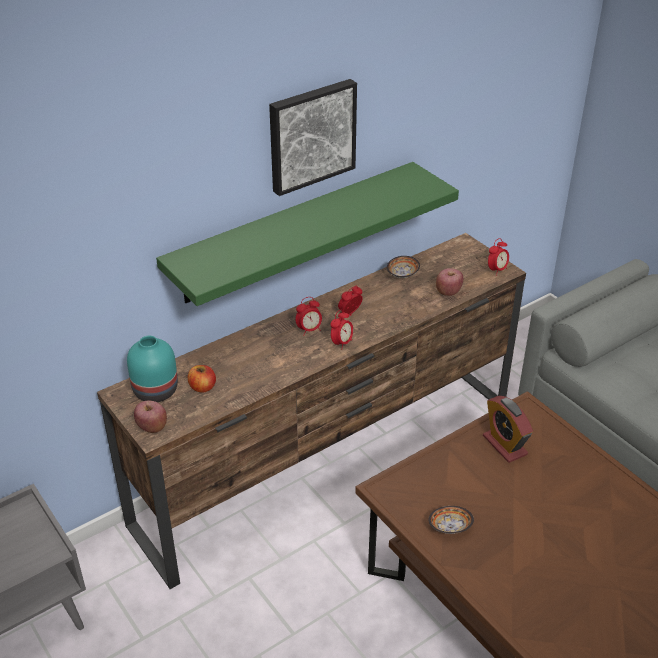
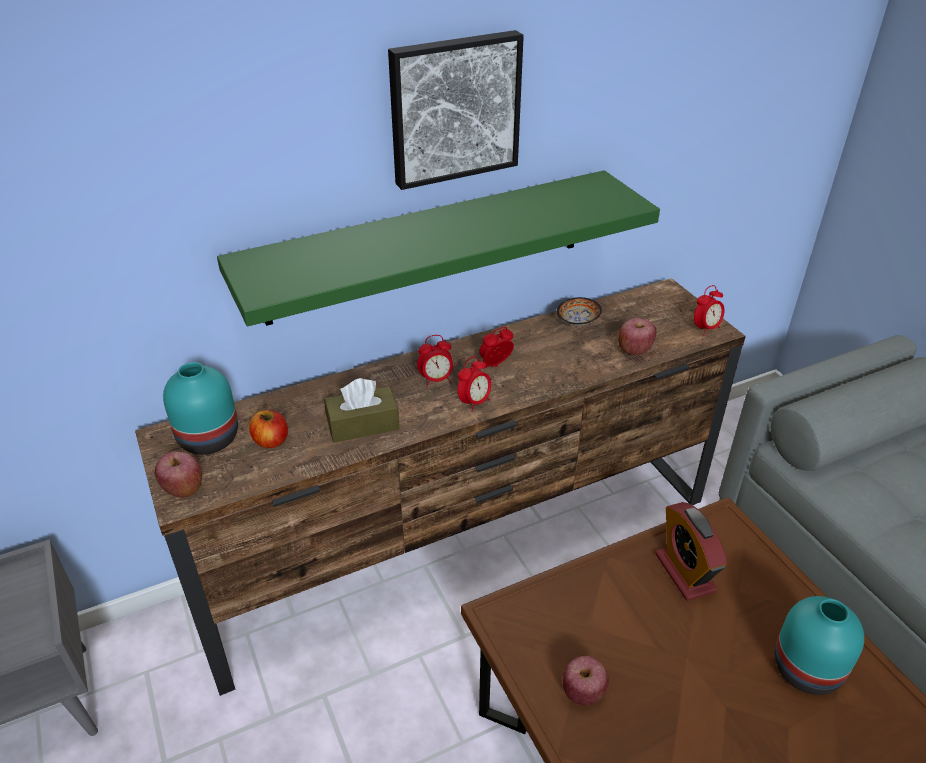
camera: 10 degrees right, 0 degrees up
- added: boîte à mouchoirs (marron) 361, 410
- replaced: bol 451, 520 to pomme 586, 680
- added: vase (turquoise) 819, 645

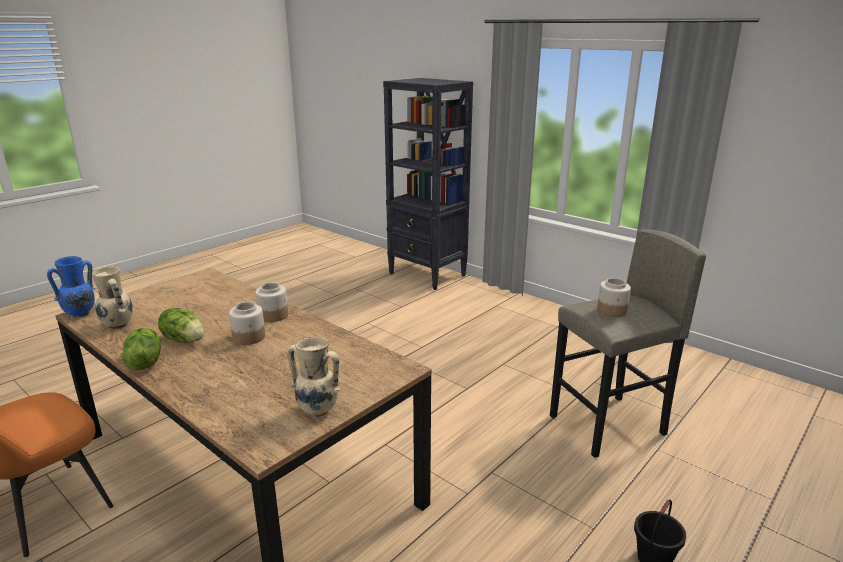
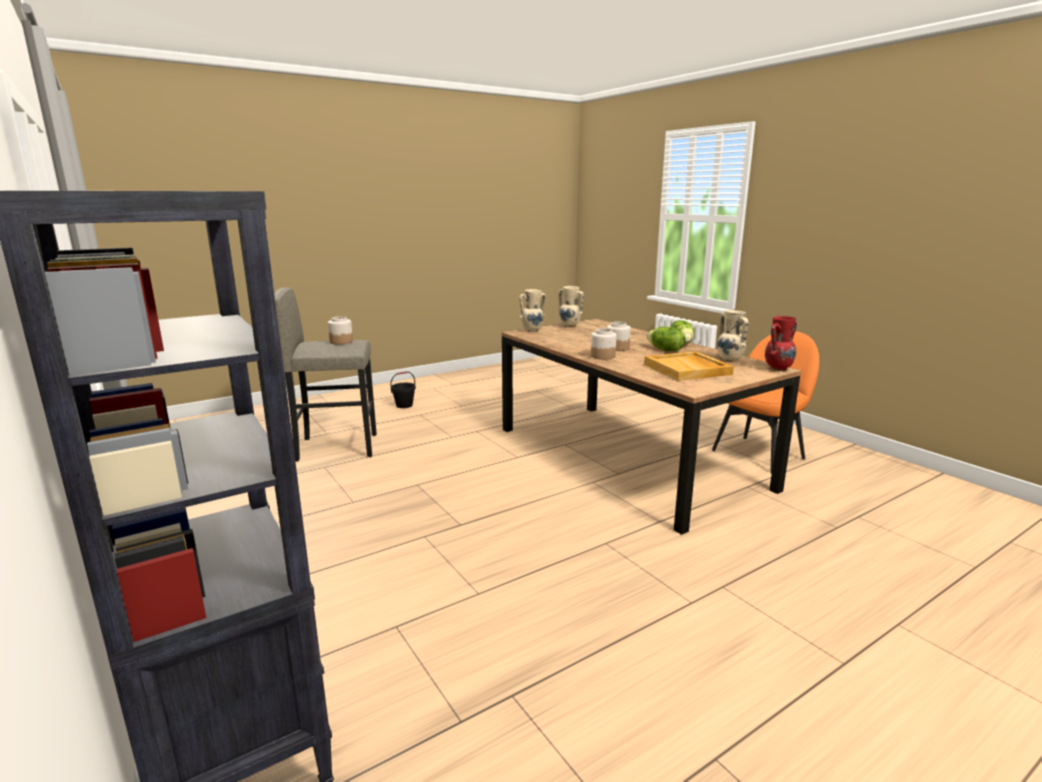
camera: 165 degrees left, 5 degrees down
- added: vase (beige) 532, 310
- added: plateau (beige) 689, 366
- recoloured: vase (bleu) 71, 286 to vase (rouge) 781, 343

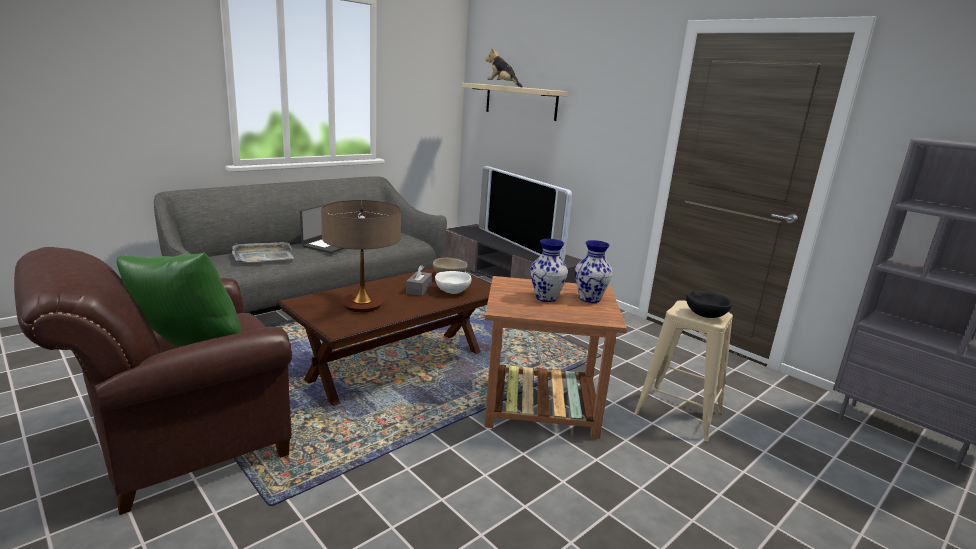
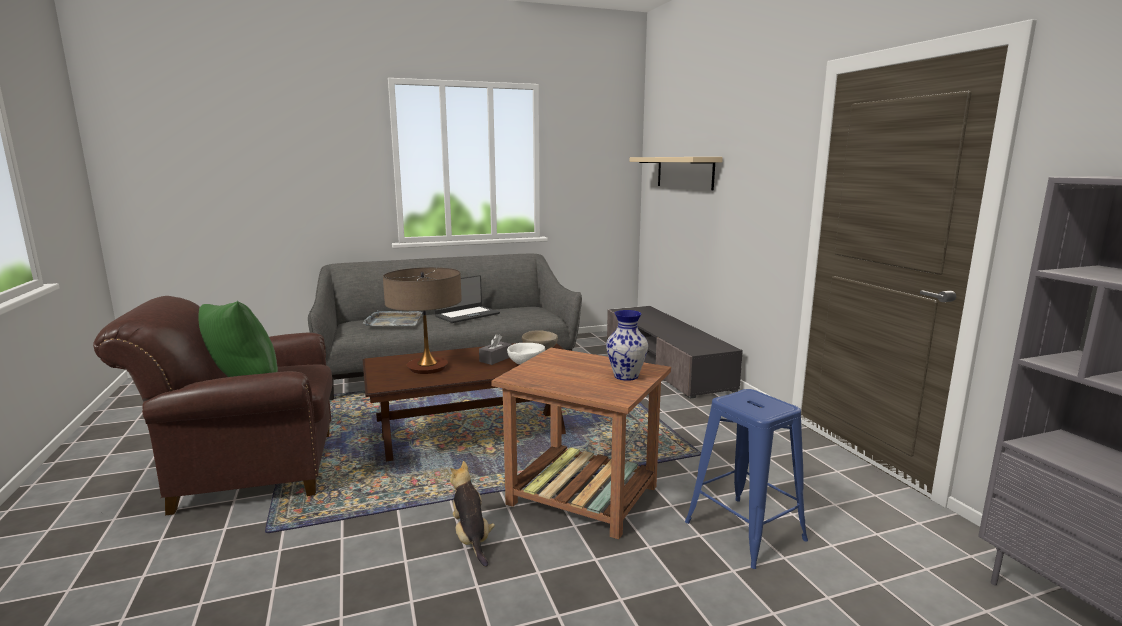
camera: 25 degrees right, 5 degrees down
- moved: peluche 504, 67 to 472, 514
- recoloured: tabouret (beige) 683, 371 to tabouret (bleu) 746, 479
- removed: téléviseur 525, 214
- removed: vase 549, 270
- removed: bol (noir) 709, 304

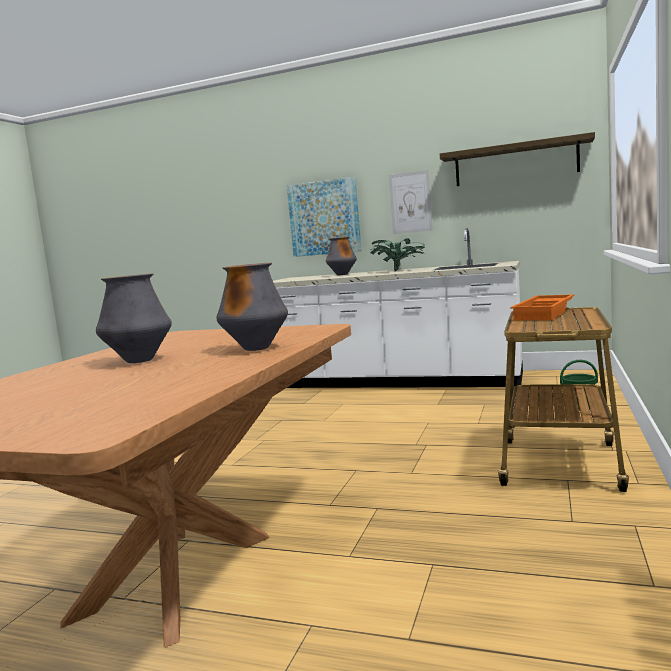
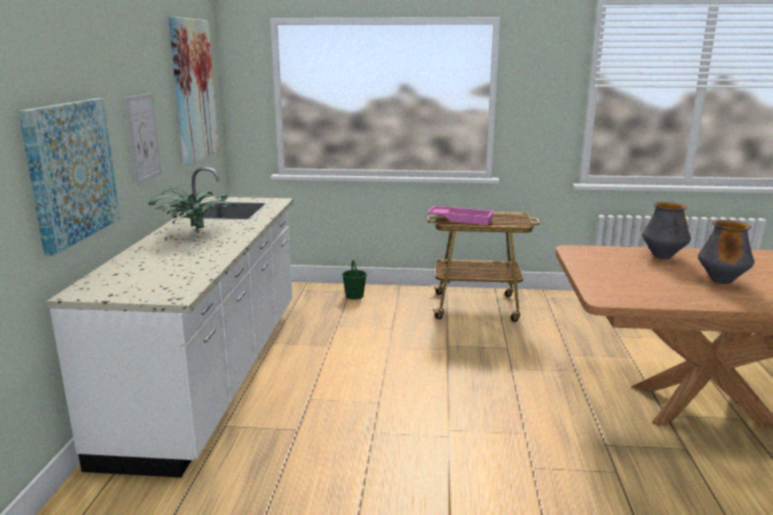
camera: 105 degrees left, 10 degrees up
- replaced: étagère 517, 159 to tableau 193, 91
- recoloured: plateau (orange) 542, 307 to plateau (rose) 460, 215
- removed: vase 341, 256

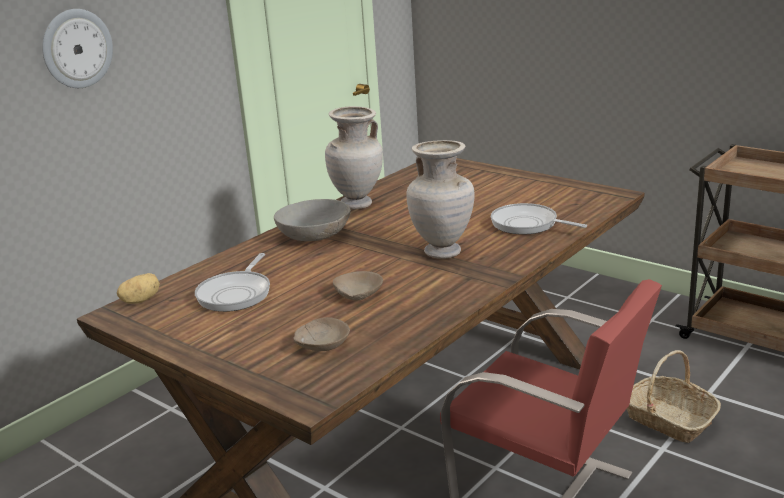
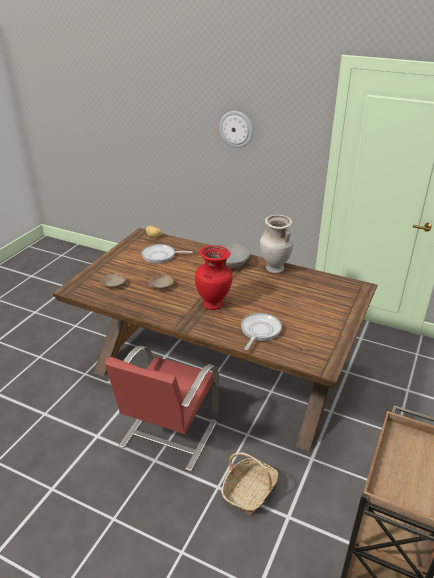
camera: 75 degrees right, 10 degrees up
- recoloured: vase (beige) 440, 199 to vase (rouge) 213, 277

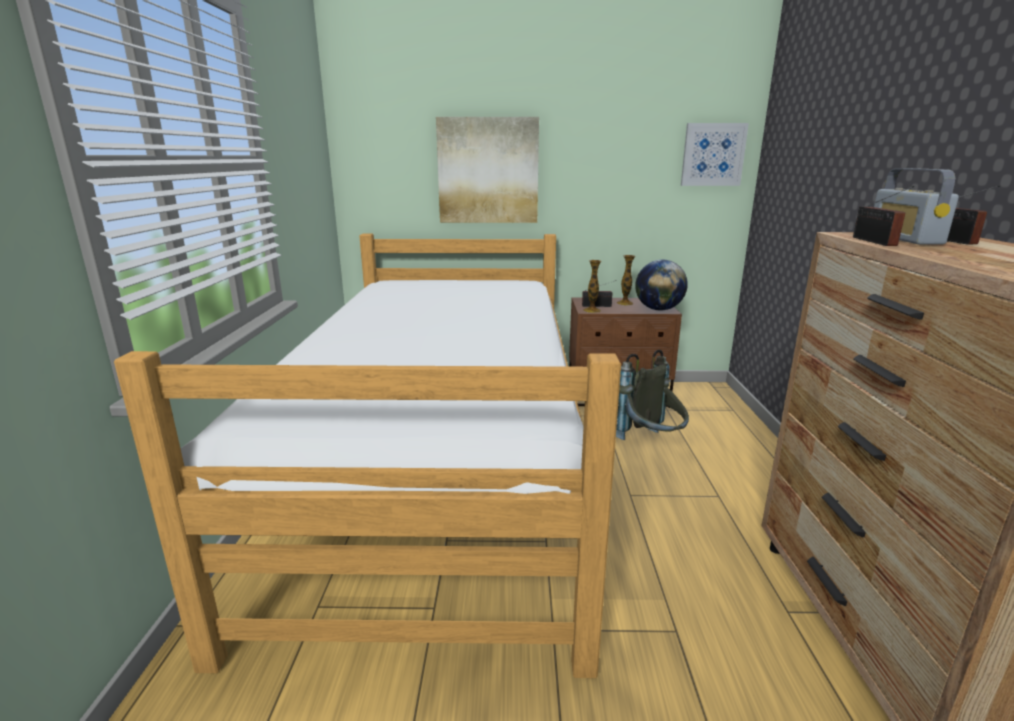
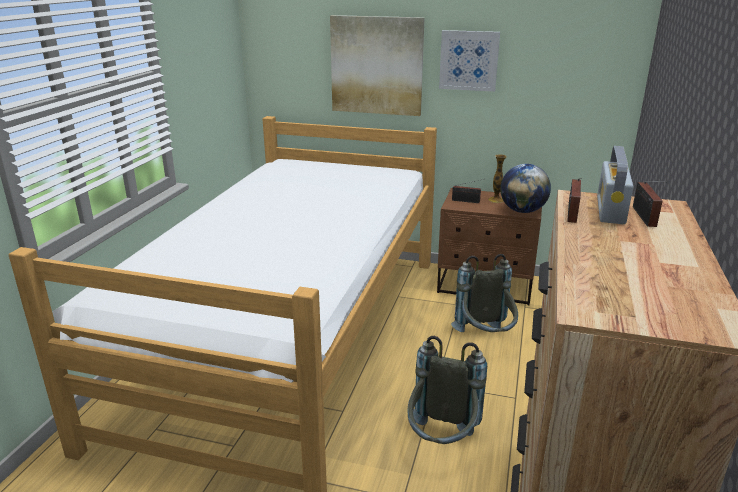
camera: 15 degrees right, 5 degrees up
- added: sac à dos (gris) 447, 390
- moved: tableau 715, 154 to 469, 61
- removed: vase 593, 286

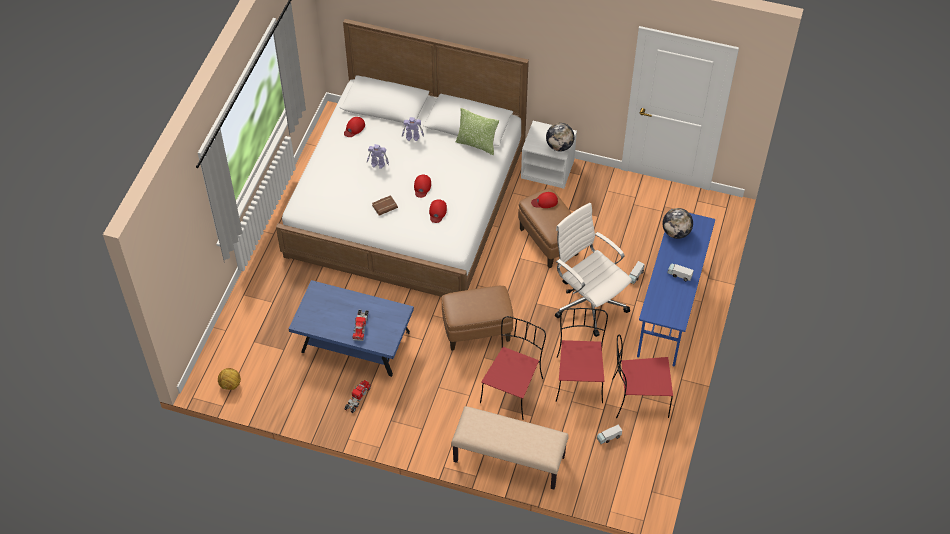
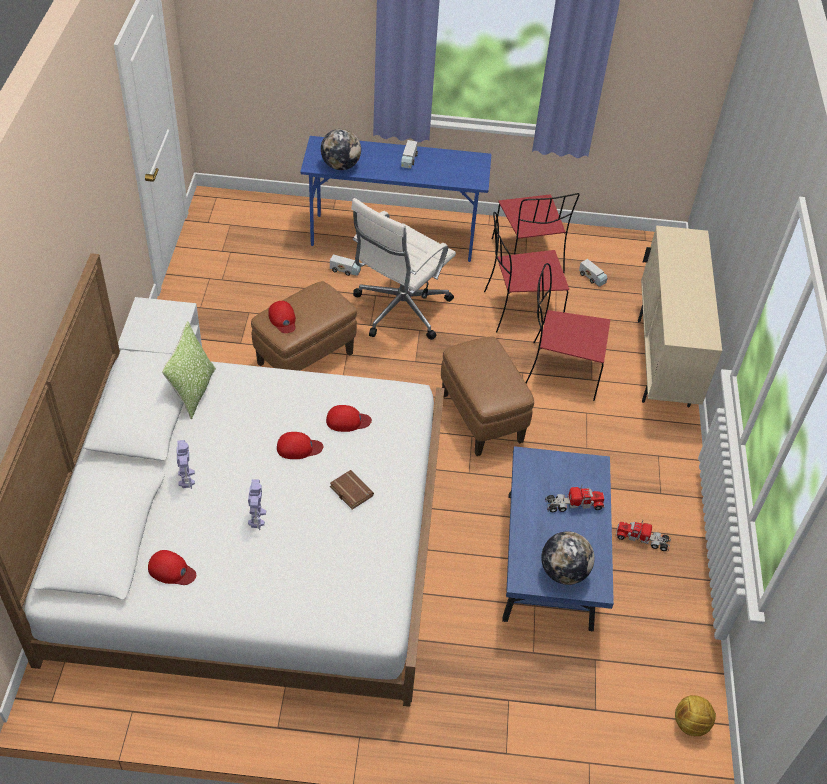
camera: 105 degrees left, 5 degrees down
- moved: globe 560, 137 to 567, 558
- replaced: banc (beige) 510, 447 to meuble de rangement (beige) 680, 316

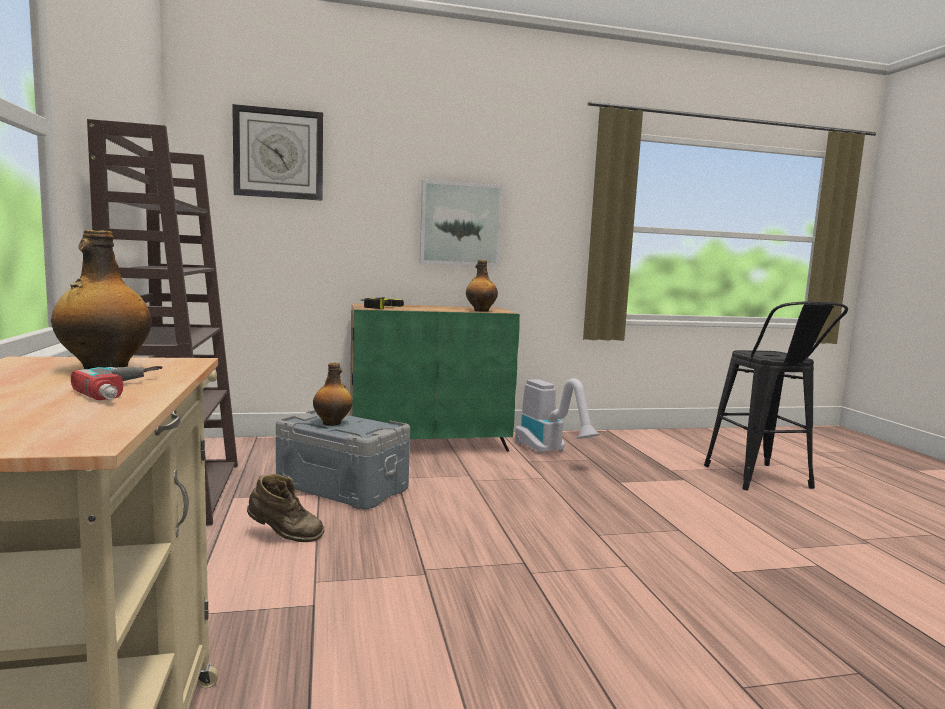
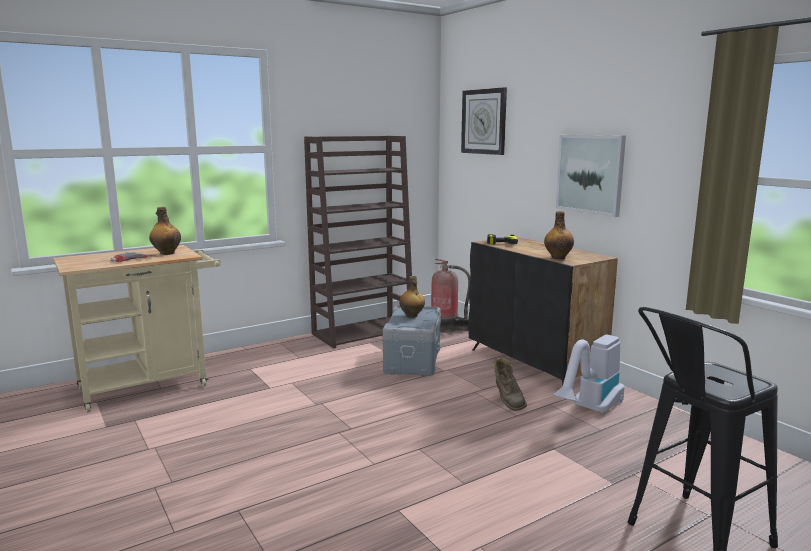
camera: 70 degrees right, 5 degrees up
- added: extincteur 451, 295
- recoloured: meuble de rangement (vert) 435, 378 to meuble de rangement (noir) 543, 311
- moved: botte (marron) 285, 508 to 510, 384

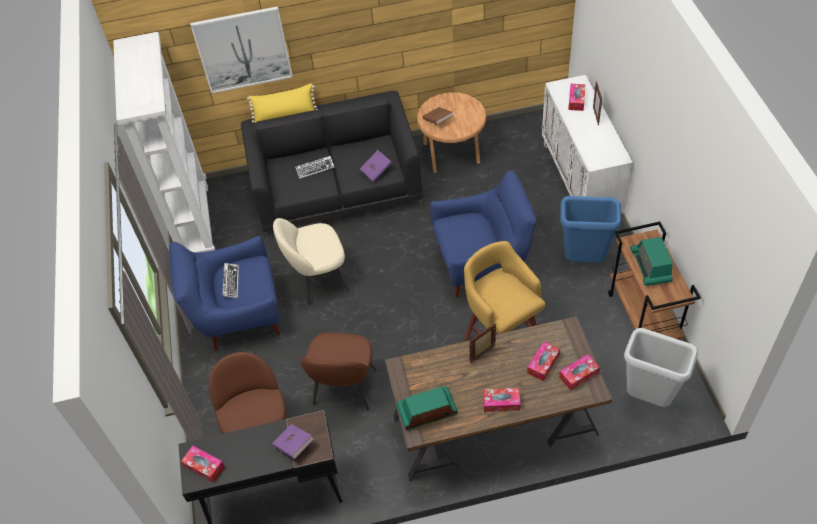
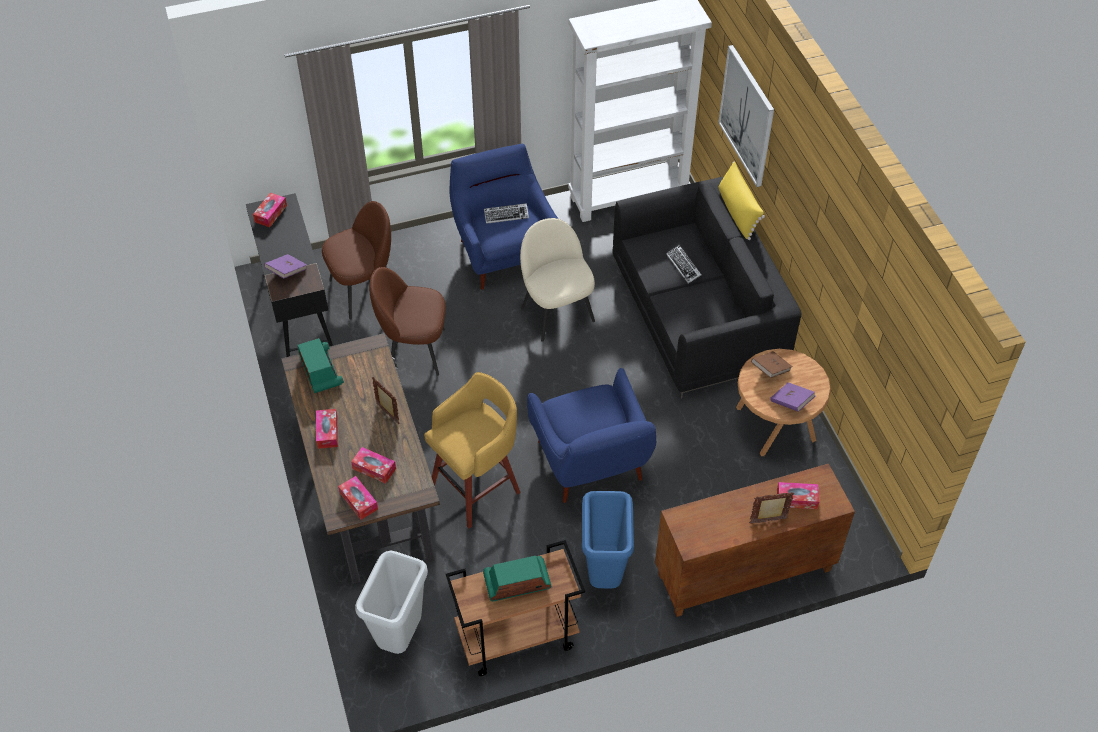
camera: 80 degrees right, 0 degrees up
- recoloured: meuble de rangement (blanc) 587, 144 to meuble de rangement (marron) 755, 540
- moved: livre (violet) 376, 166 to 793, 397

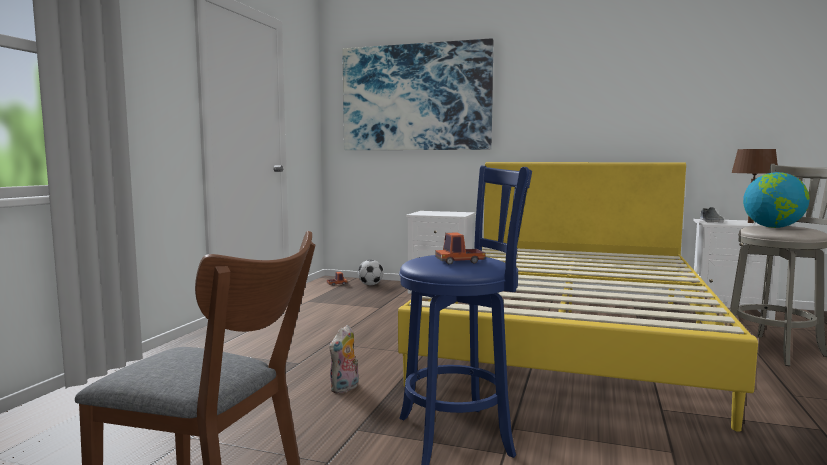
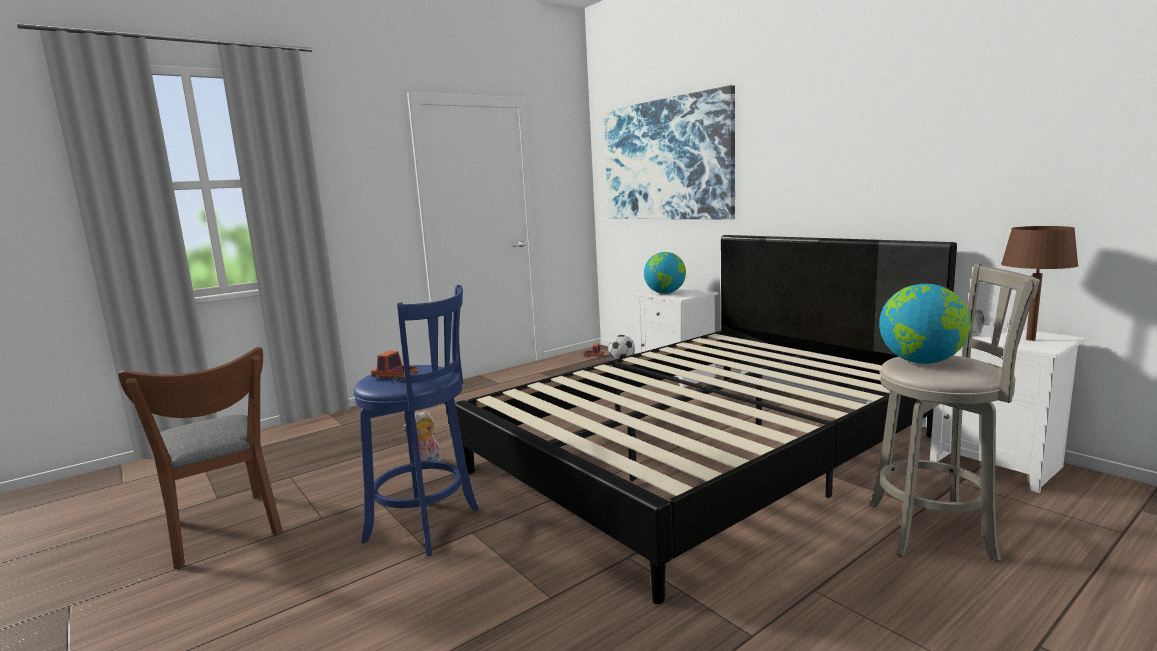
camera: 35 degrees right, 5 degrees up
- recoloured: lit (jaune) 578, 297 to lit (noir) 706, 419
- added: globe 665, 273

